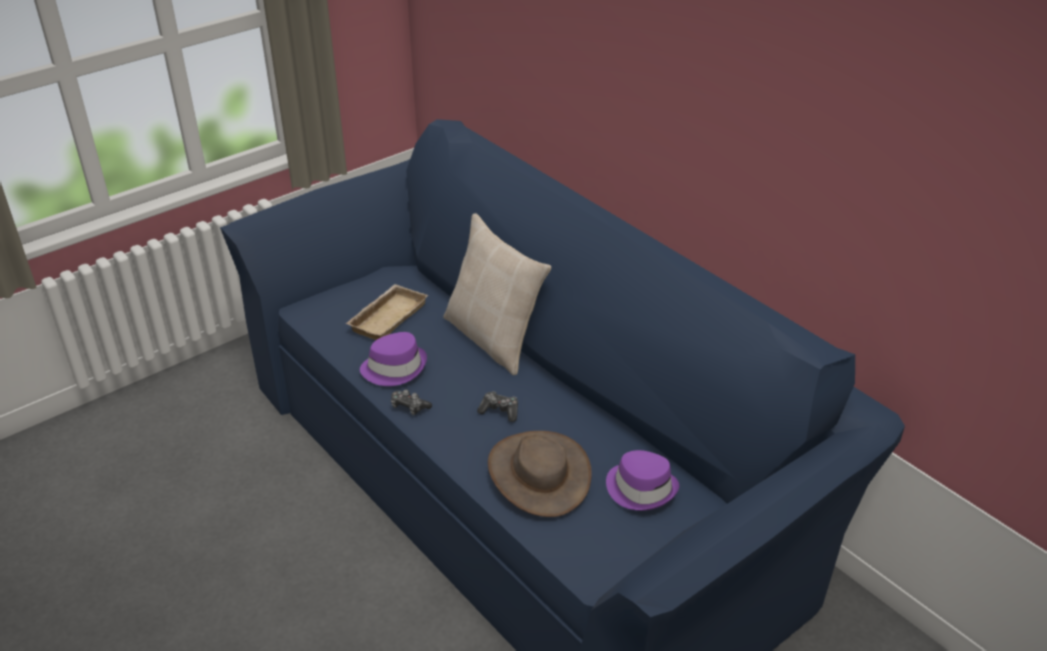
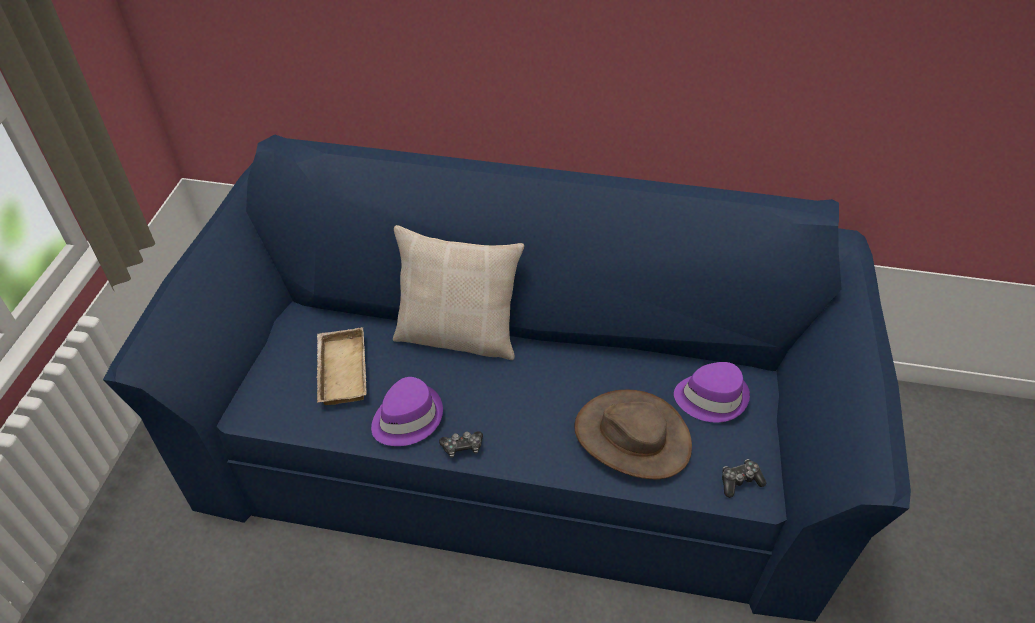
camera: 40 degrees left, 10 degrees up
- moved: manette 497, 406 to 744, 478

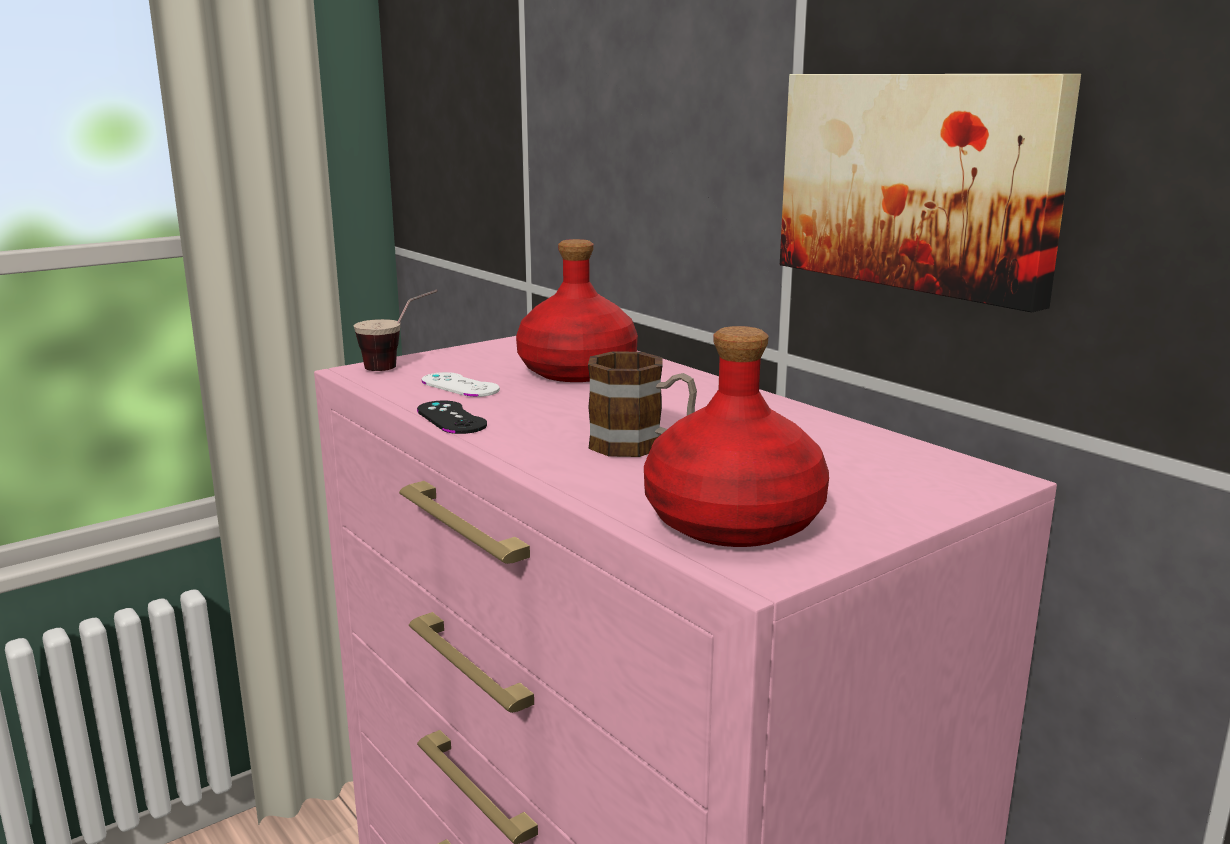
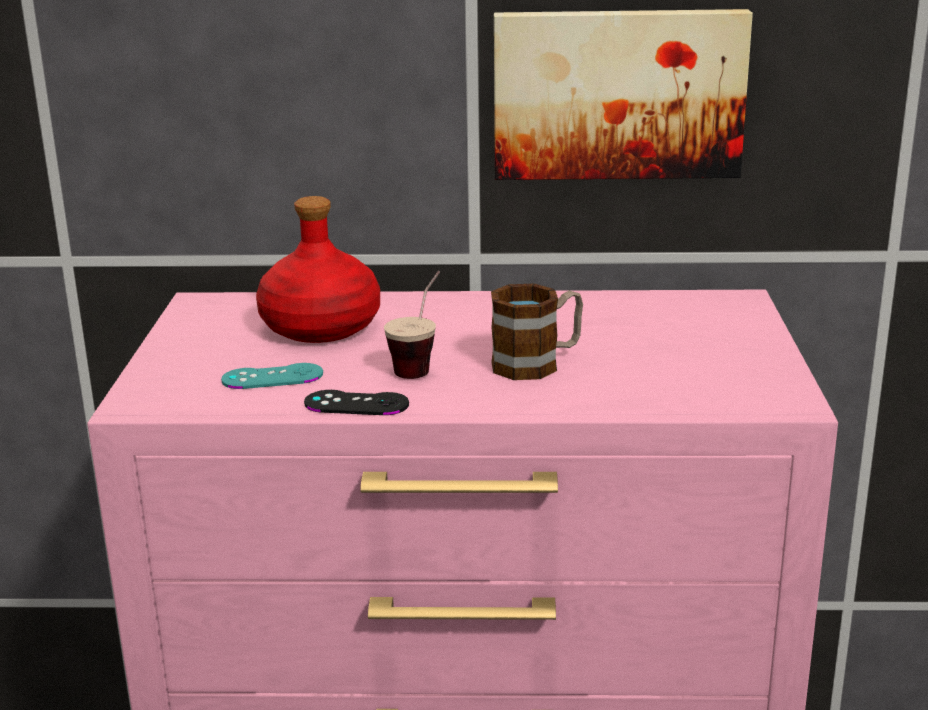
camera: 50 degrees left, 5 degrees up
- recoloured: manette (blanc) 461, 384 to manette (turquoise) 272, 376
- moved: tasse 395, 330 to 412, 325
- removed: bouteille (rouge) 736, 436

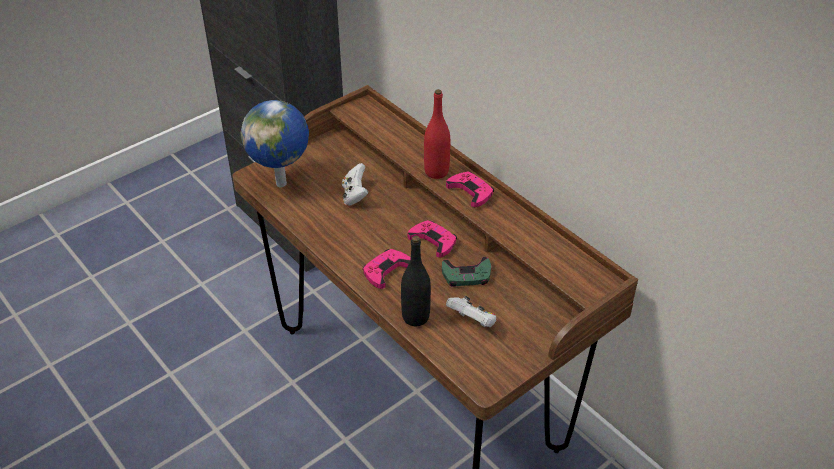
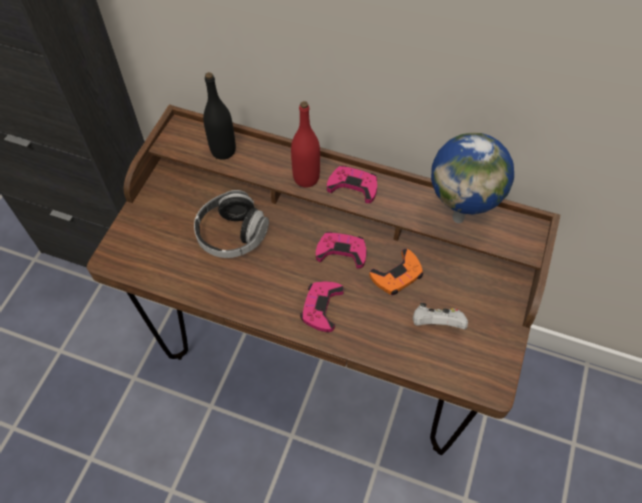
camera: 30 degrees left, 15 degrees up
- replaced: manette (blanc) 355, 184 to casque audio 231, 224
- moved: bouteille (noir) 416, 281 to 219, 116
- recoloured: manette (vert) 466, 272 to manette (orange) 396, 272
- moved: globe 275, 143 to 472, 177

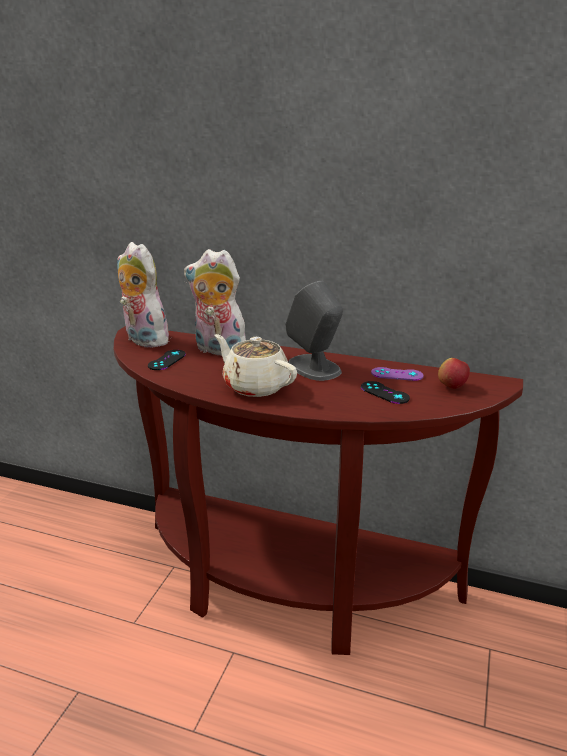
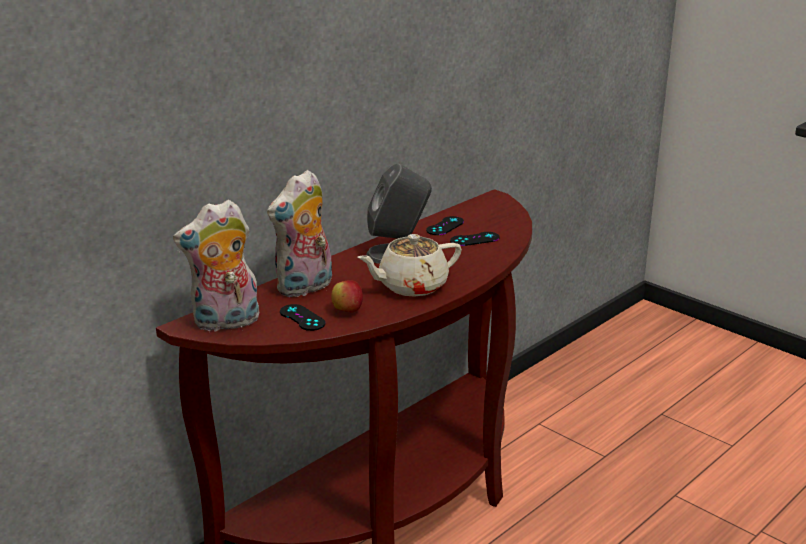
camera: 65 degrees left, 0 degrees up
- moved: pomme 454, 373 to 347, 296
- recoloured: manette (violet) 397, 374 to manette (noir) 445, 225

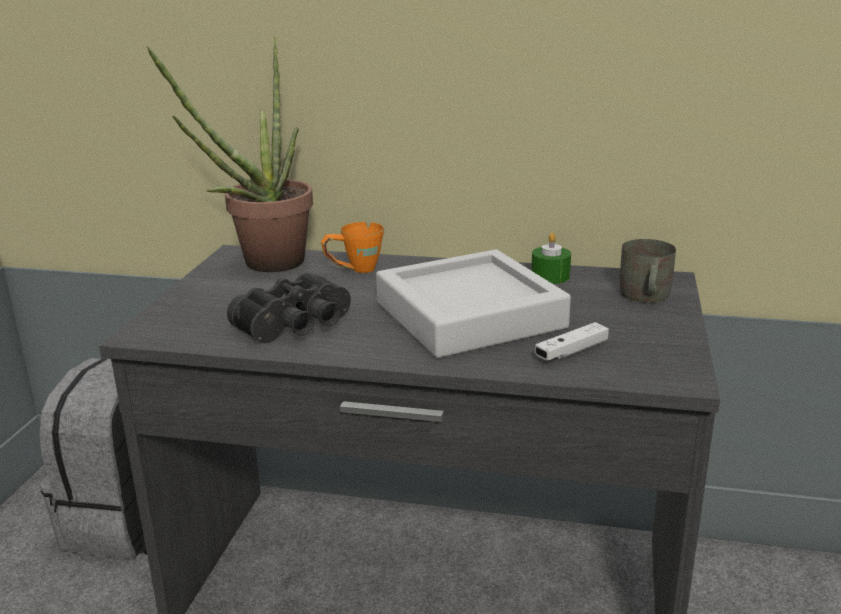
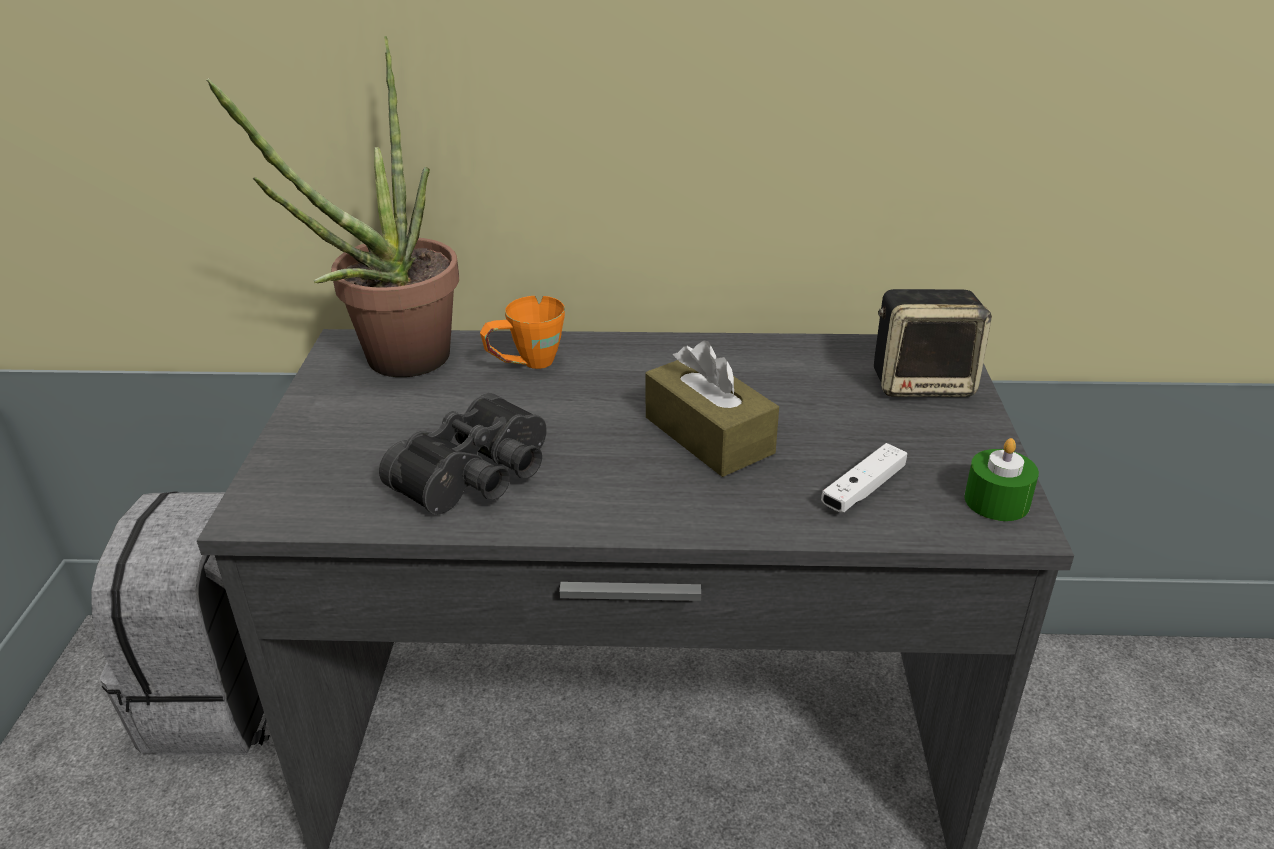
camera: 10 degrees left, 10 degrees up
- replaced: plateau (gris) 473, 304 to boîte à mouchoirs (marron) 712, 409
- replaced: mug (gris) 647, 271 to enceinte 933, 343
- moved: bougie (vert) 551, 258 to 1001, 479

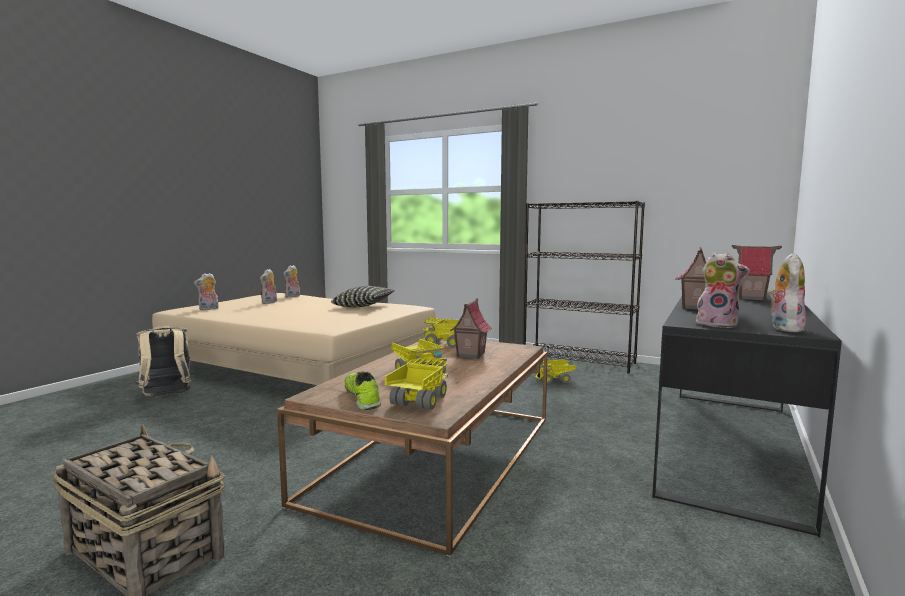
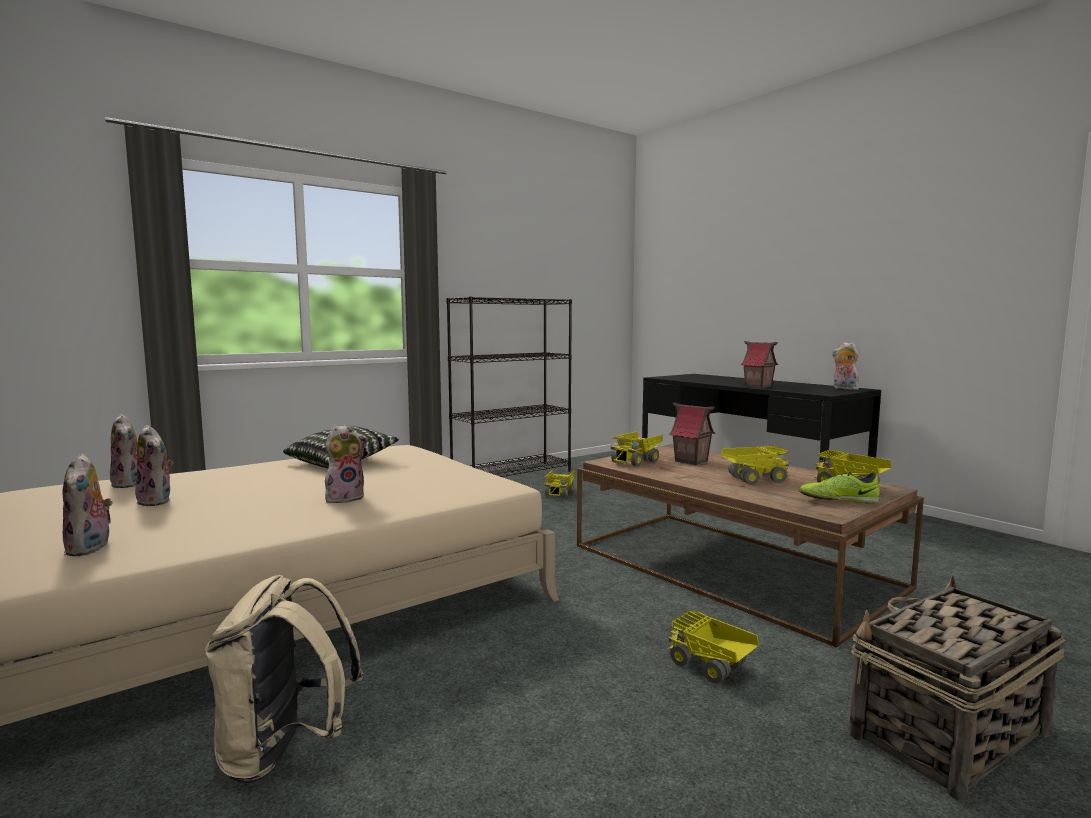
camera: 65 degrees left, 0 degrees up
- moved: peluche 723, 290 to 346, 463
- added: camion jouet 714, 647
- removed: maison miniature 757, 273

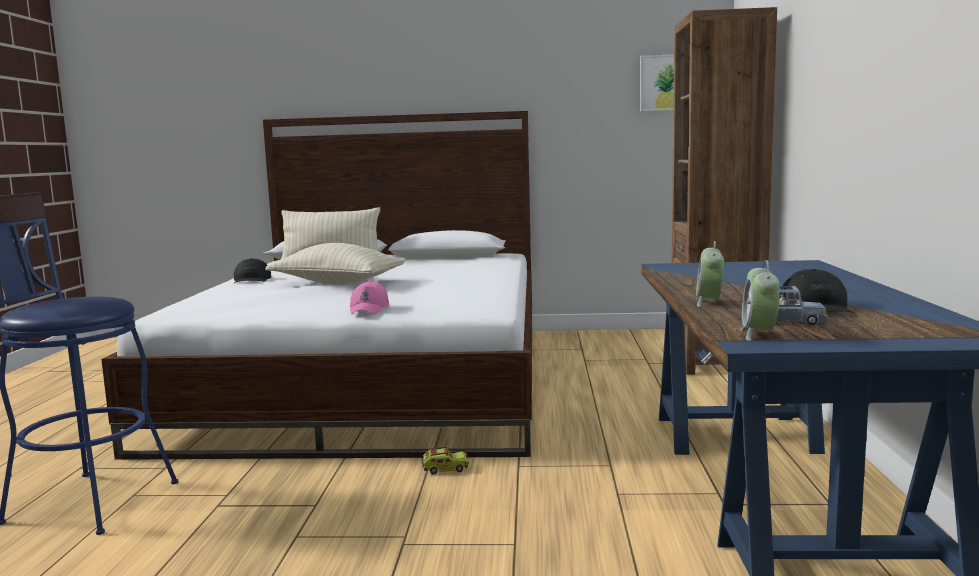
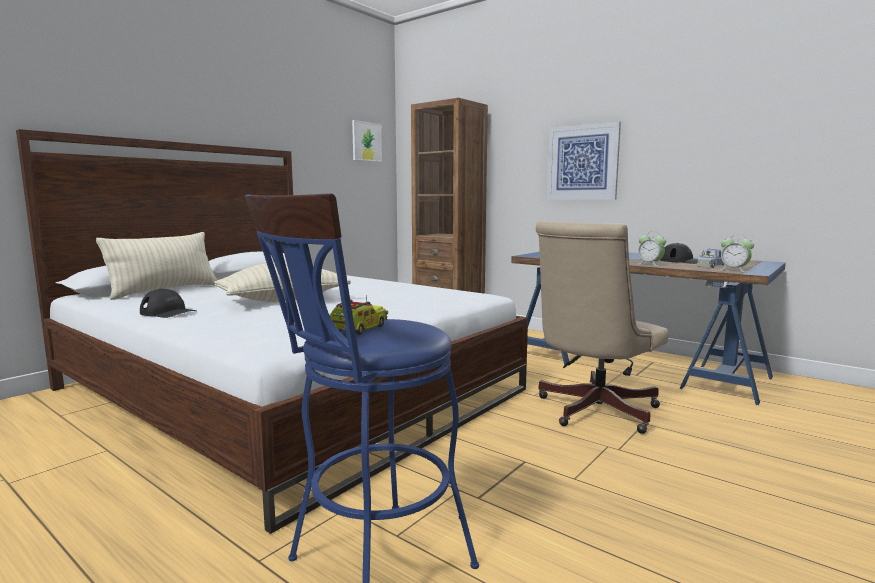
camera: 55 degrees left, 0 degrees up
- moved: camion jouet 445, 460 to 359, 315
- added: chaise de bureau (beige) 602, 327
- added: tableau 584, 160
- removed: casquette (rose) 369, 298

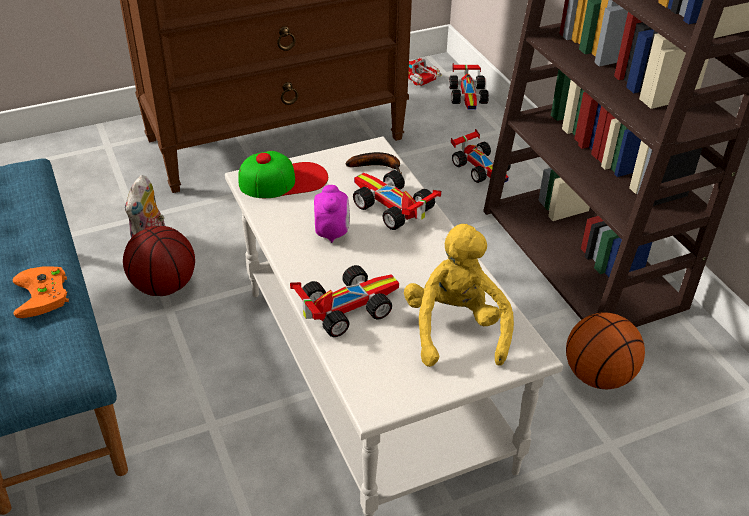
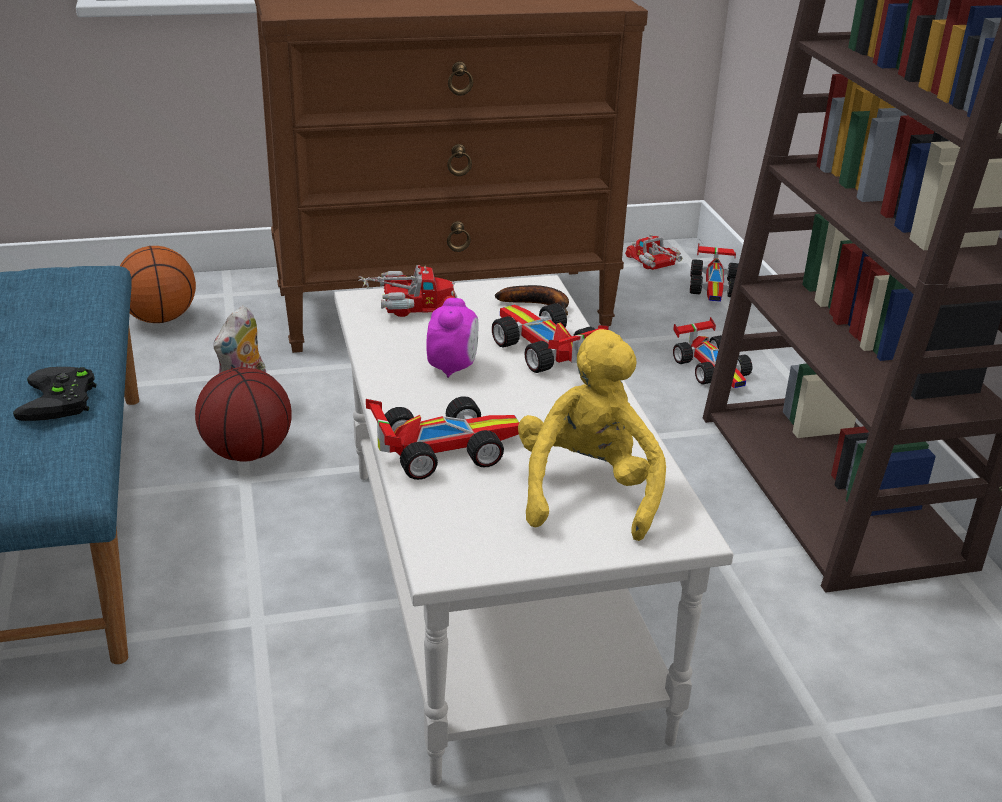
camera: 10 degrees right, 10 degrees down
- recoloured: manette (orange) 41, 292 to manette (noir) 54, 394
- moved: ballon de basket 605, 350 to 158, 284
- replaced: casquette 283, 174 to camion jouet 407, 291

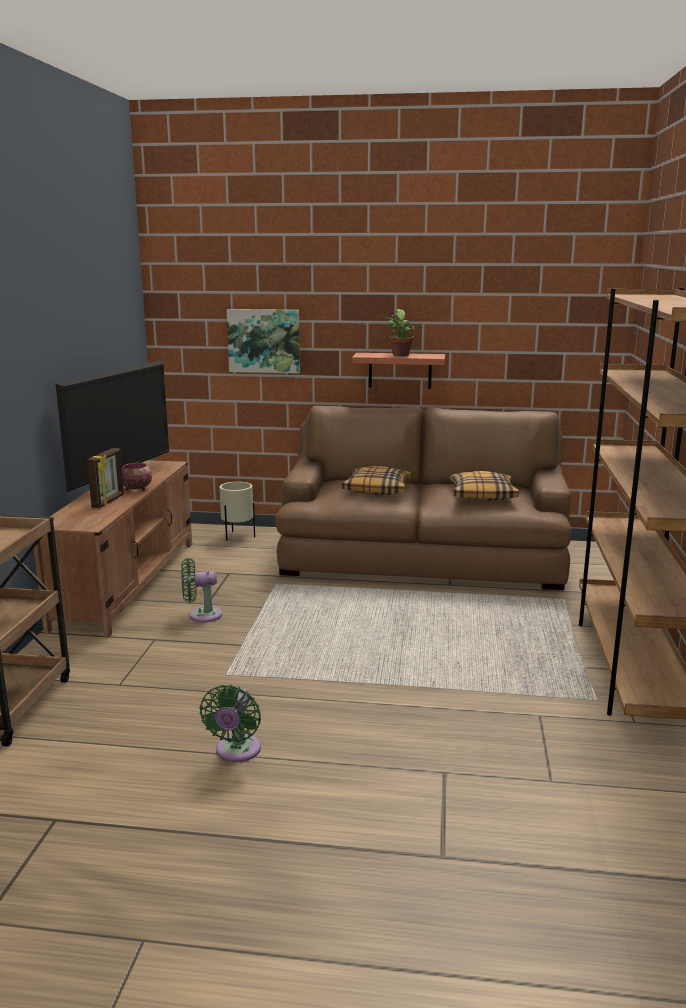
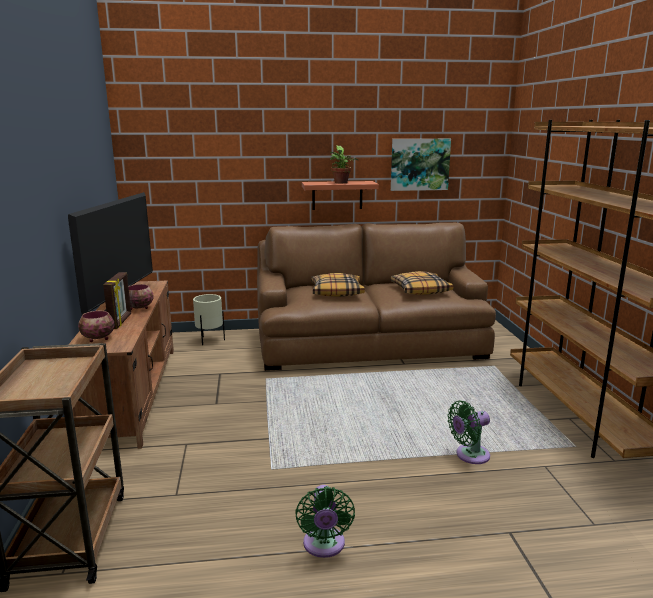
camera: 15 degrees left, 0 degrees up
- added: bol 96, 326
- moved: tableau 263, 341 to 421, 165
- moved: ventilateur (vert) 201, 590 to 468, 432

